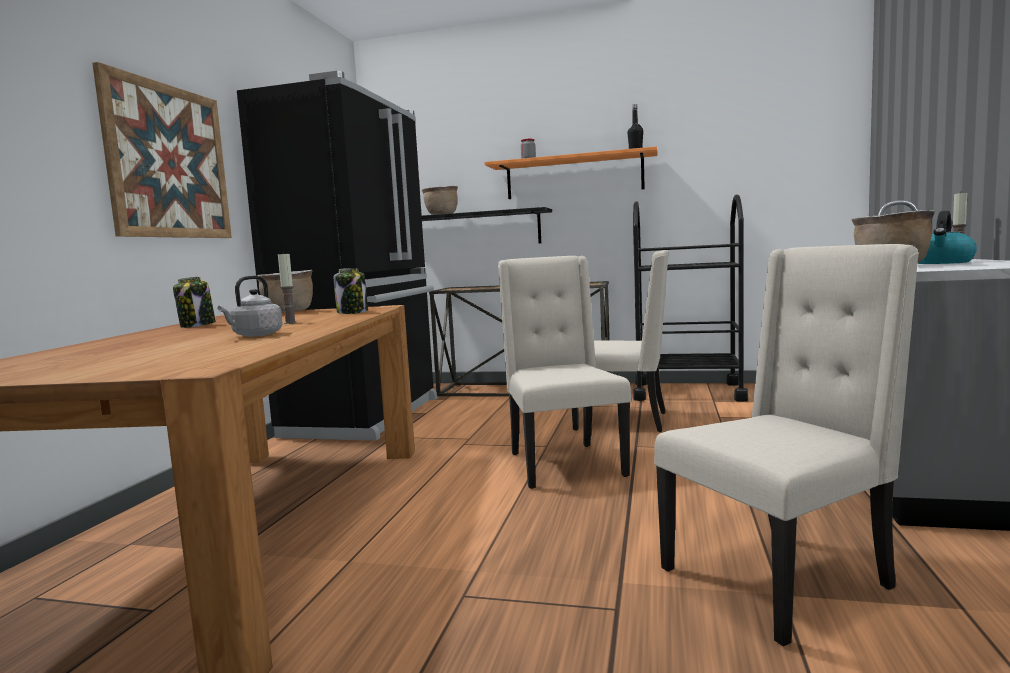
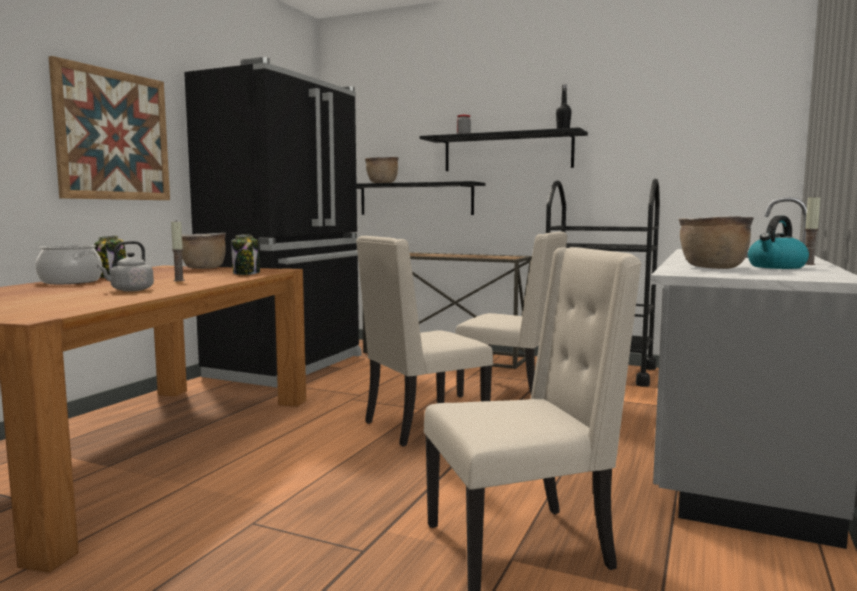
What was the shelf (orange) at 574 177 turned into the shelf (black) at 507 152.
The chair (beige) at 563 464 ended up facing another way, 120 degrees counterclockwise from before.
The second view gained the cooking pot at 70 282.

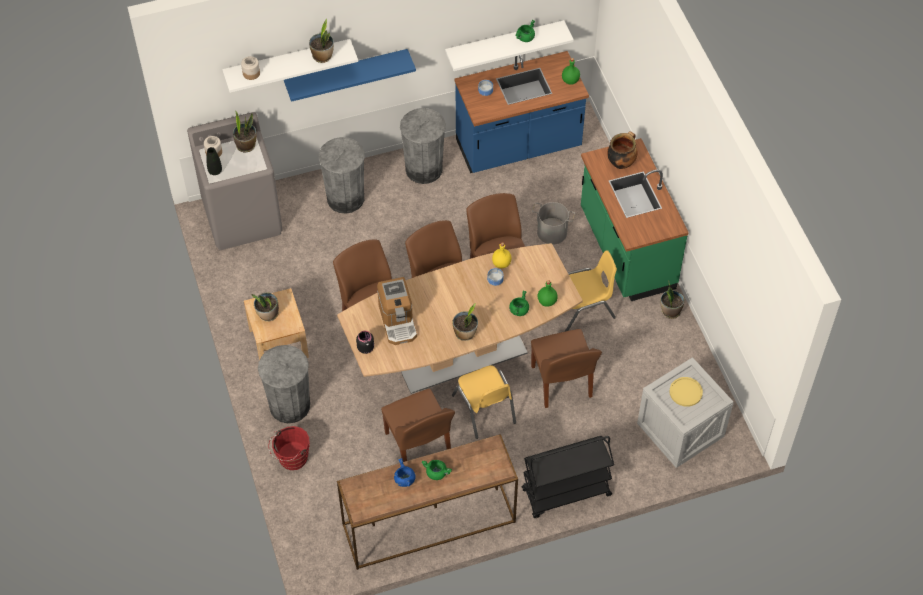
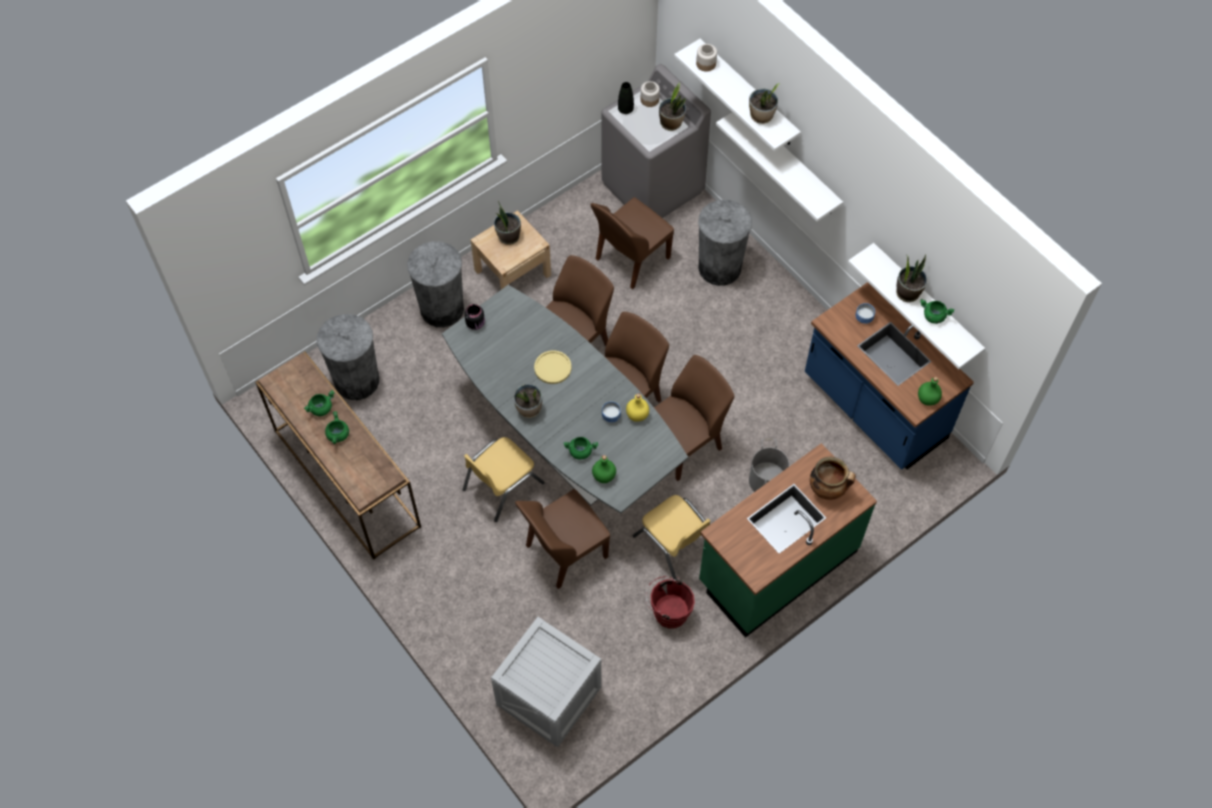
The bucket (red) ended up elsewhere, having gone from 291 459 to 668 611.
What was the shelf (blue) at 346 72 turned into the shelf (white) at 789 162.
What was the dining table (brown) at 460 353 turned into the dining table (grey) at 564 440.
The second view lost the coffee machine at 398 321.
The chair (brown) ended up elsewhere, having gone from 418 446 to 631 259.
What was the cooking pot (blue) at 404 479 turned into the cooking pot (green) at 321 408.
The trash can (grey) ended up elsewhere, having gone from 424 169 to 357 380.
The second view lost the cart (black) at 565 493.
The potted plant ended up elsewhere, having gone from 670 311 to 907 292.
The plate (yellow) ended up elsewhere, having gone from 685 392 to 552 368.

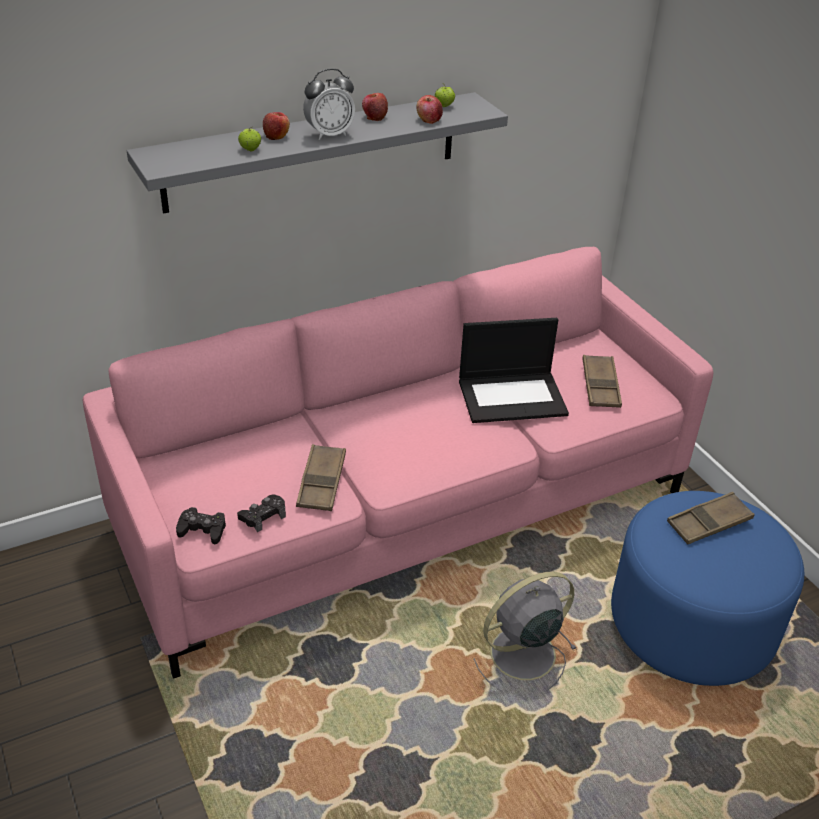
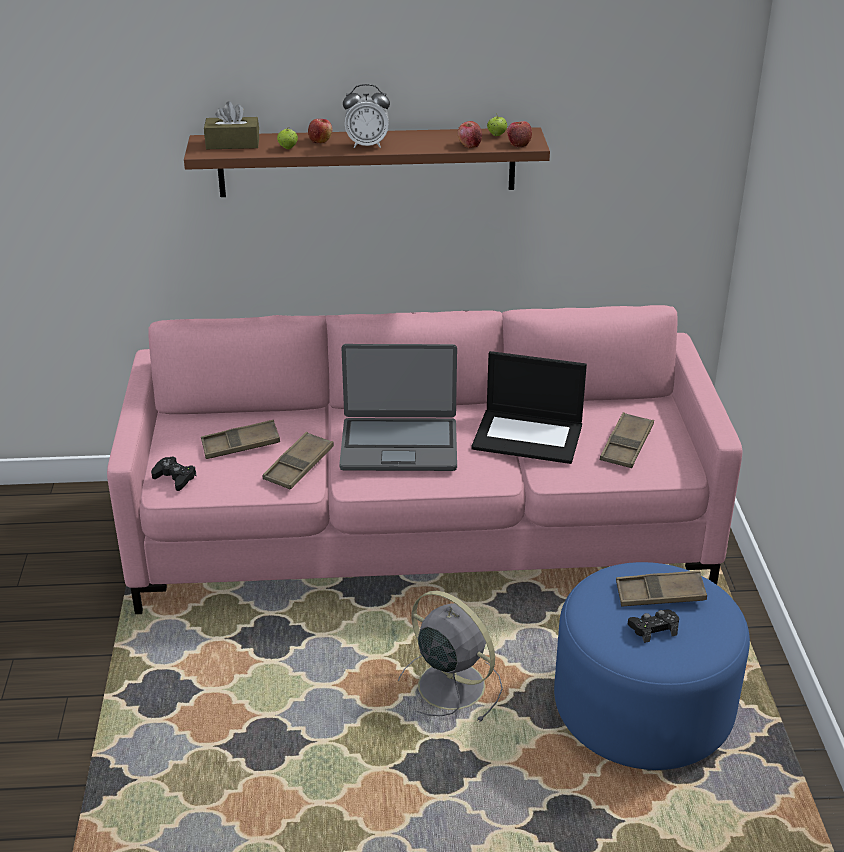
What was the shelf (grey) at 313 151 turned into the shelf (brown) at 367 162.
The game controller (black) ended up elsewhere, having gone from 263 516 to 653 629.
The apple ended up elsewhere, having gone from 374 117 to 518 143.
The fan (grey) at 519 655 ended up facing another way, 45 degrees clockwise from before.
The second view gained the tray (brown) at 240 445.
The second view gained the tissue box (brown) at 232 144.
The second view gained the laptop at 399 445.

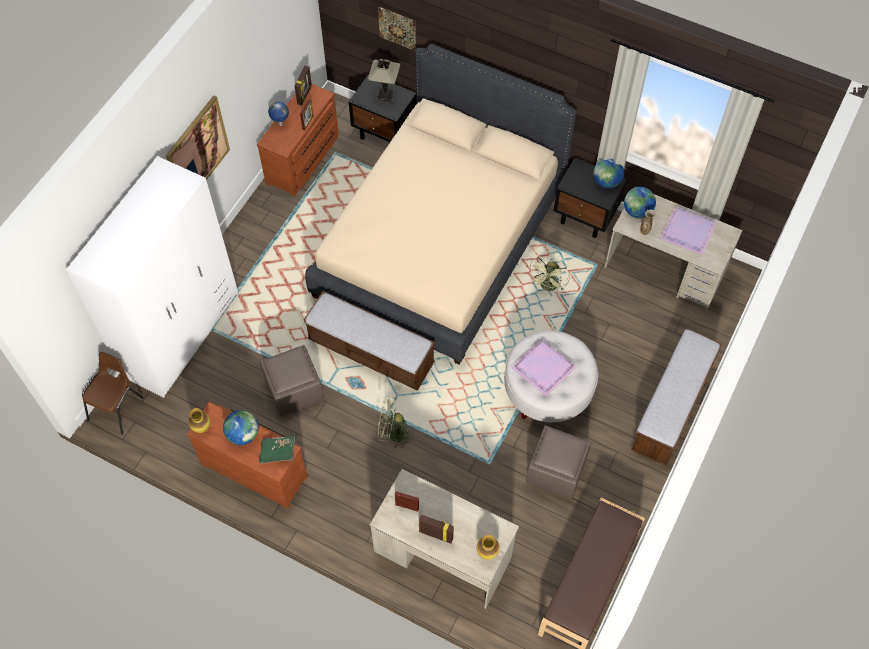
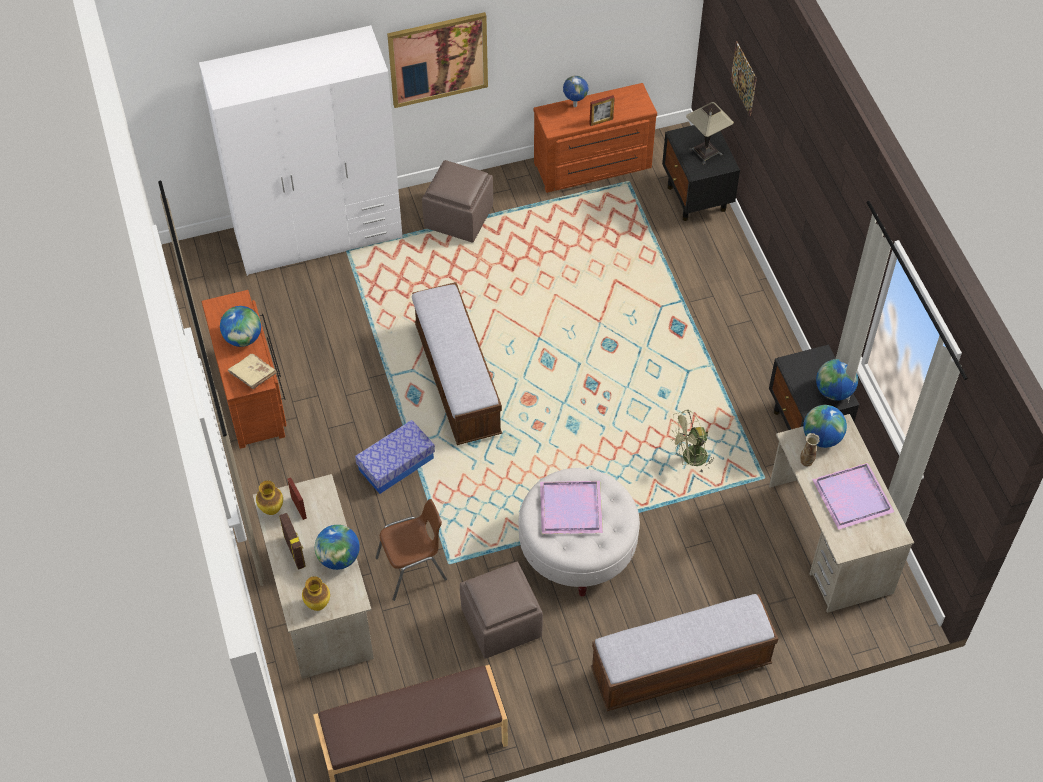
The chair (brown) ended up elsewhere, having gone from 117 408 to 413 569.
The vase ended up elsewhere, having gone from 202 428 to 272 510.
What was the book (green) at 278 452 turned into the book (beige) at 253 376.
The ottoman (brown) ended up elsewhere, having gone from 294 389 to 459 217.
The second view lost the picture frame at 305 95.
The second view lost the bed (beige) at 440 243.
Where the fan (green) stood at 393 433, the storage box came to stand at 396 464.
The second view gained the globe at 339 558.

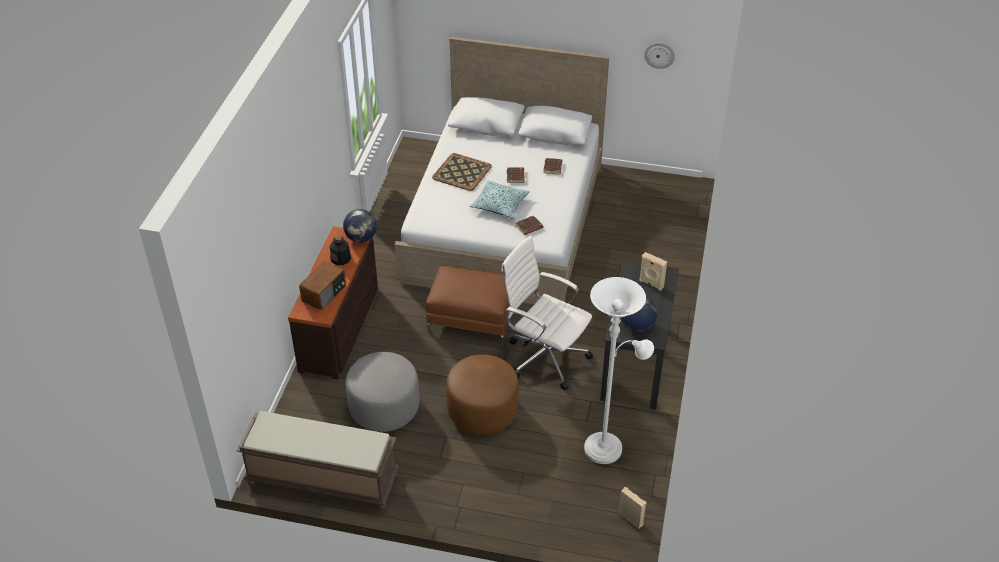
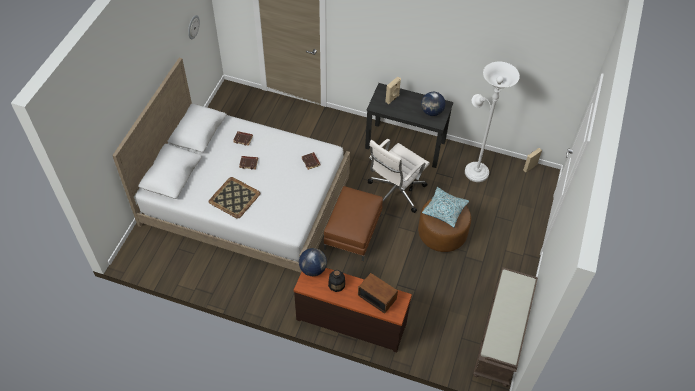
The second view lost the ottoman (grey) at 384 408.
The pillow ended up elsewhere, having gone from 500 204 to 444 210.

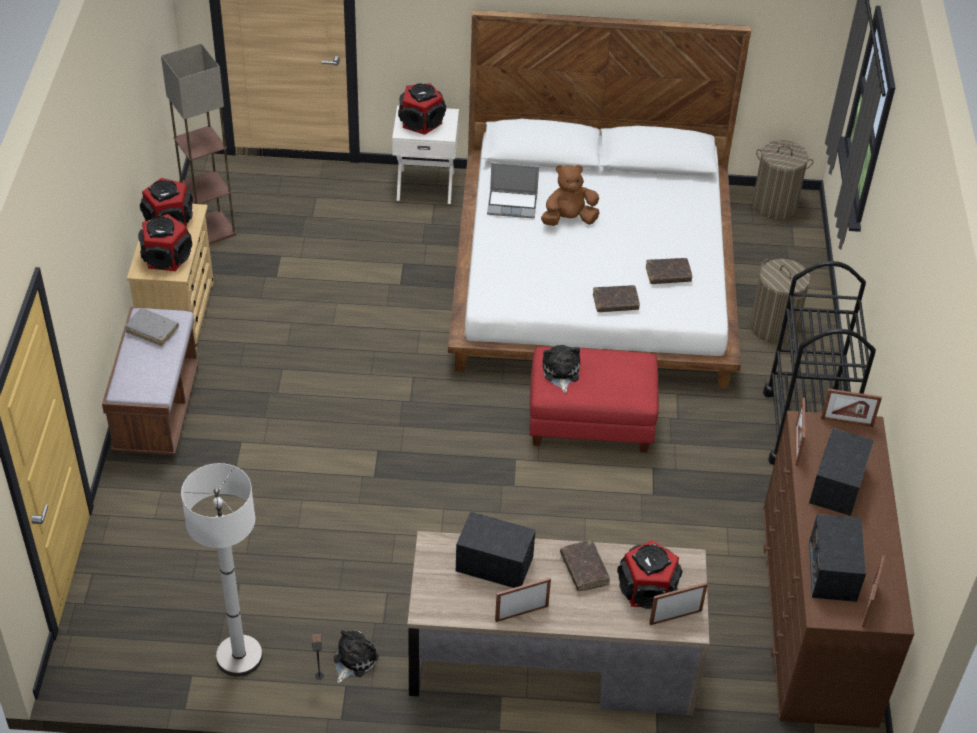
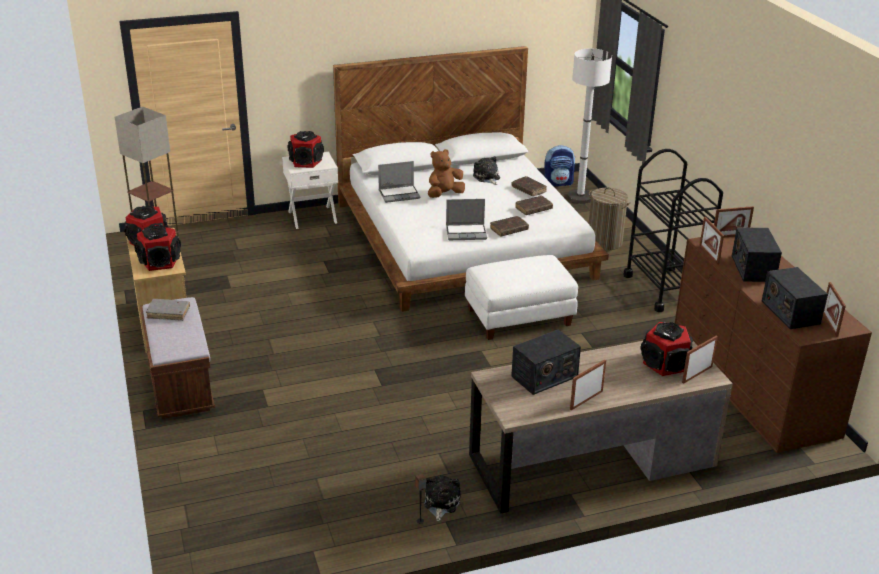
The floor lamp (white) ended up elsewhere, having gone from 239 657 to 580 197.
The radio at 495 564 ended up facing another way, 150 degrees clockwise from before.
What was the ottoman (red) at 591 420 turned into the ottoman (white) at 519 317.
The plush toy ended up elsewhere, having gone from 560 372 to 487 177.
The book (brown) ended up elsewhere, having gone from 584 569 to 528 190.
Where the laundry basket stood at 774 205, the backpack came to stand at 558 183.
The second view gained the laptop at 466 233.

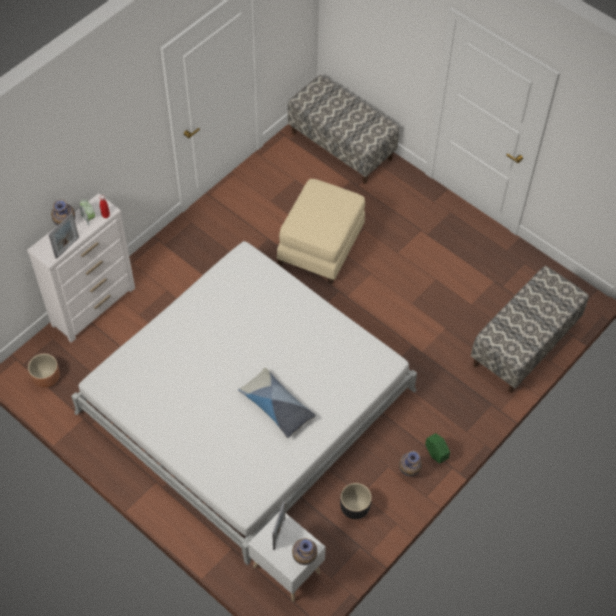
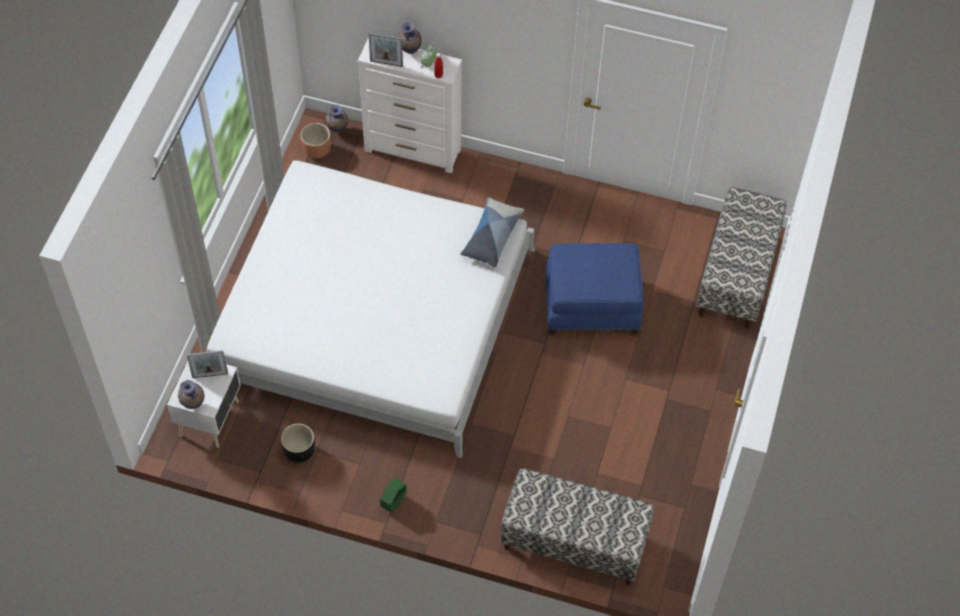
The pillow ended up elsewhere, having gone from 276 407 to 491 237.
What was the ottoman (beige) at 321 247 turned into the ottoman (blue) at 591 307.
The vase ended up elsewhere, having gone from 409 472 to 337 131.

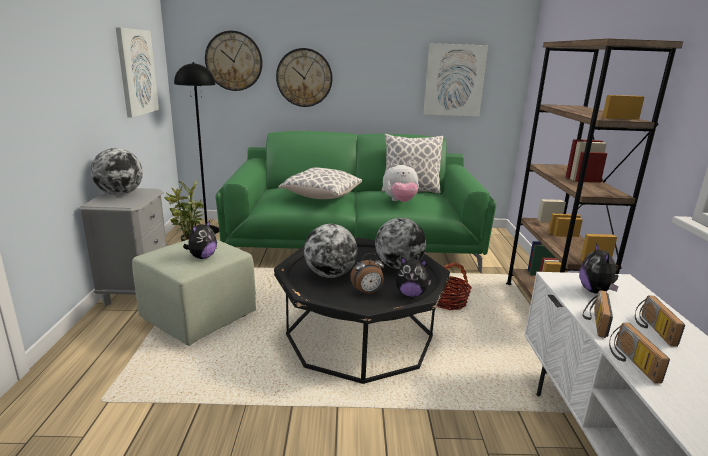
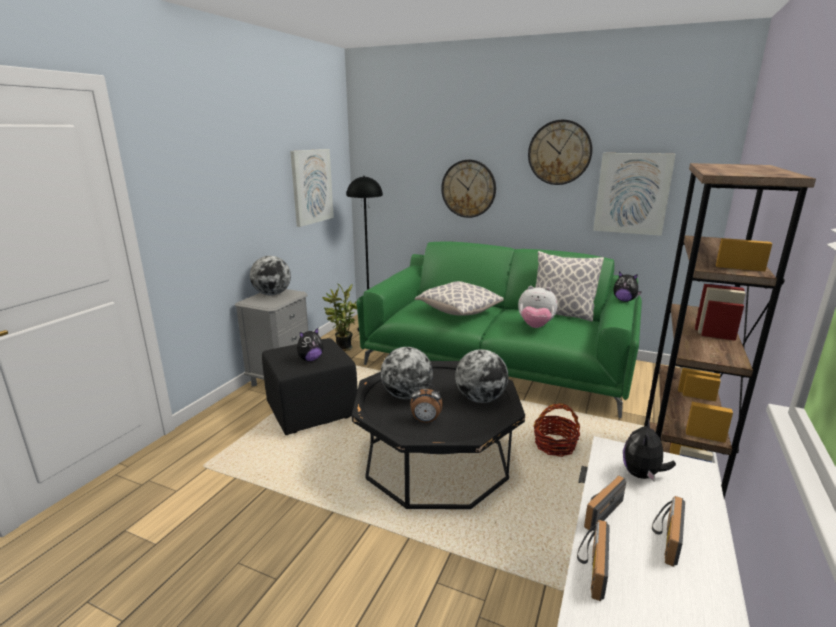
What was the ottoman (green) at 199 317 turned into the ottoman (black) at 313 411.
The wall clock ended up elsewhere, having gone from 234 61 to 559 152.
The plush toy ended up elsewhere, having gone from 411 294 to 624 300.

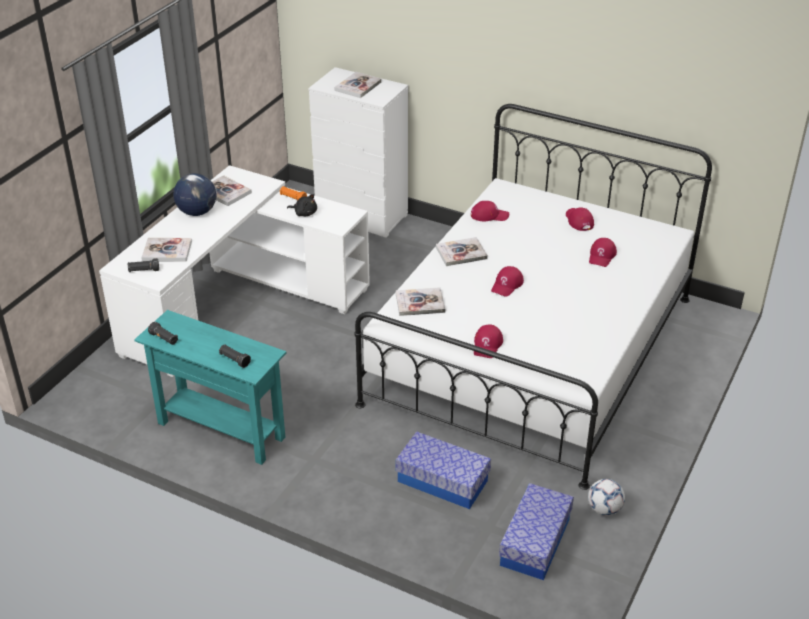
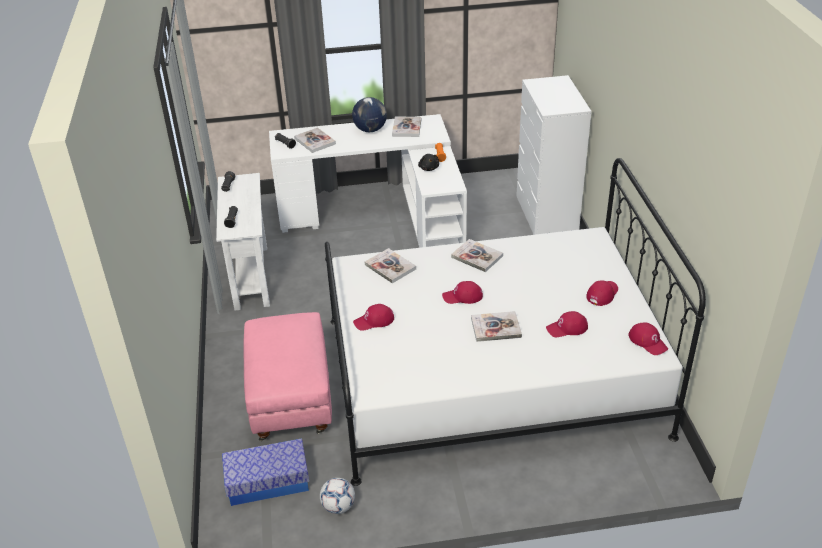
What was the console table (turquoise) at 221 430 turned into the console table (white) at 251 277.
The book ended up elsewhere, having gone from 358 86 to 496 328.
Where the storage box stood at 442 481, the ottoman (pink) came to stand at 292 401.
The cap (red) ended up elsewhere, having gone from 489 215 to 648 341.

